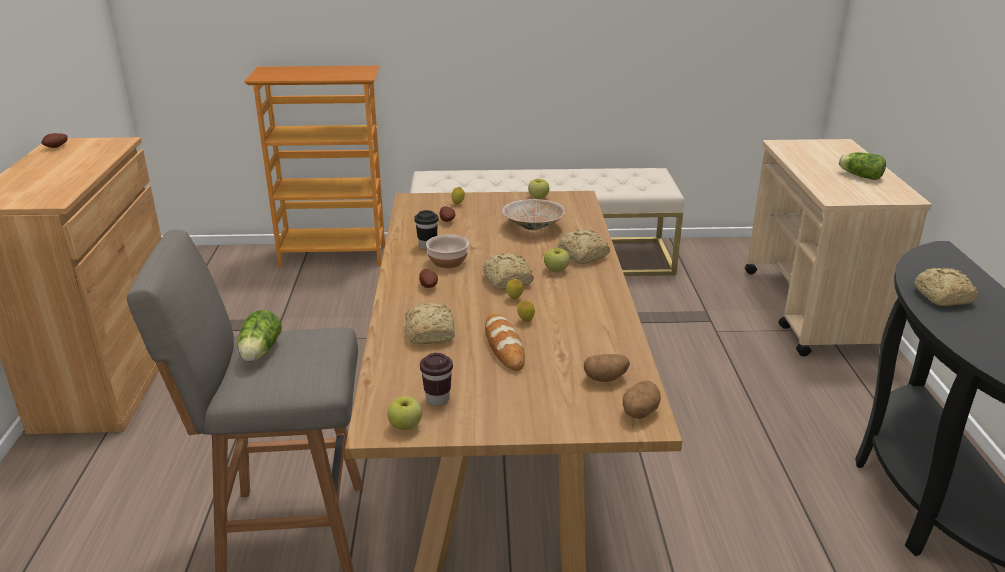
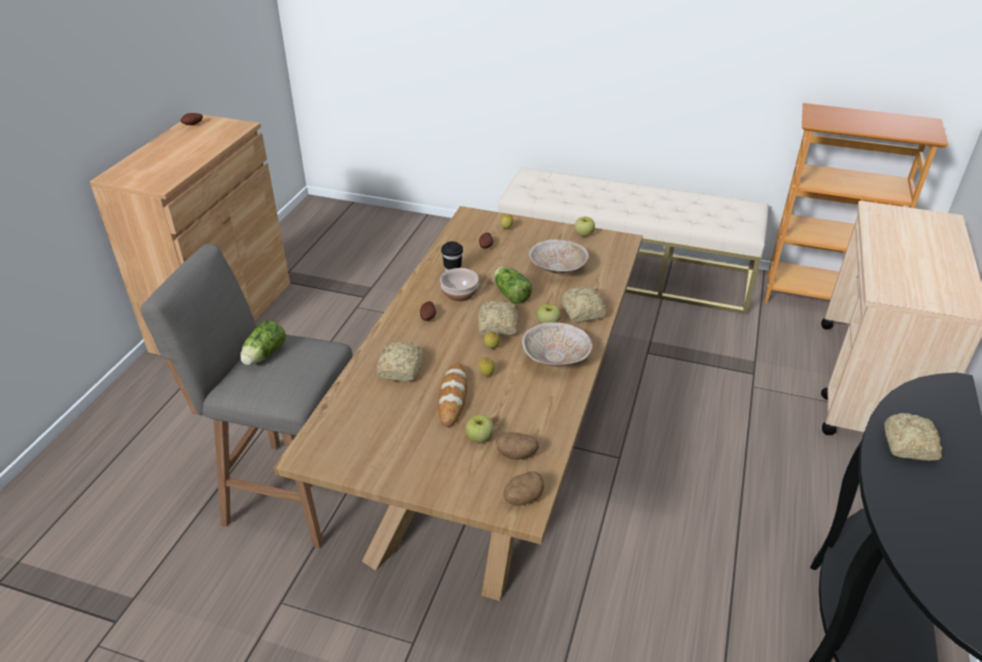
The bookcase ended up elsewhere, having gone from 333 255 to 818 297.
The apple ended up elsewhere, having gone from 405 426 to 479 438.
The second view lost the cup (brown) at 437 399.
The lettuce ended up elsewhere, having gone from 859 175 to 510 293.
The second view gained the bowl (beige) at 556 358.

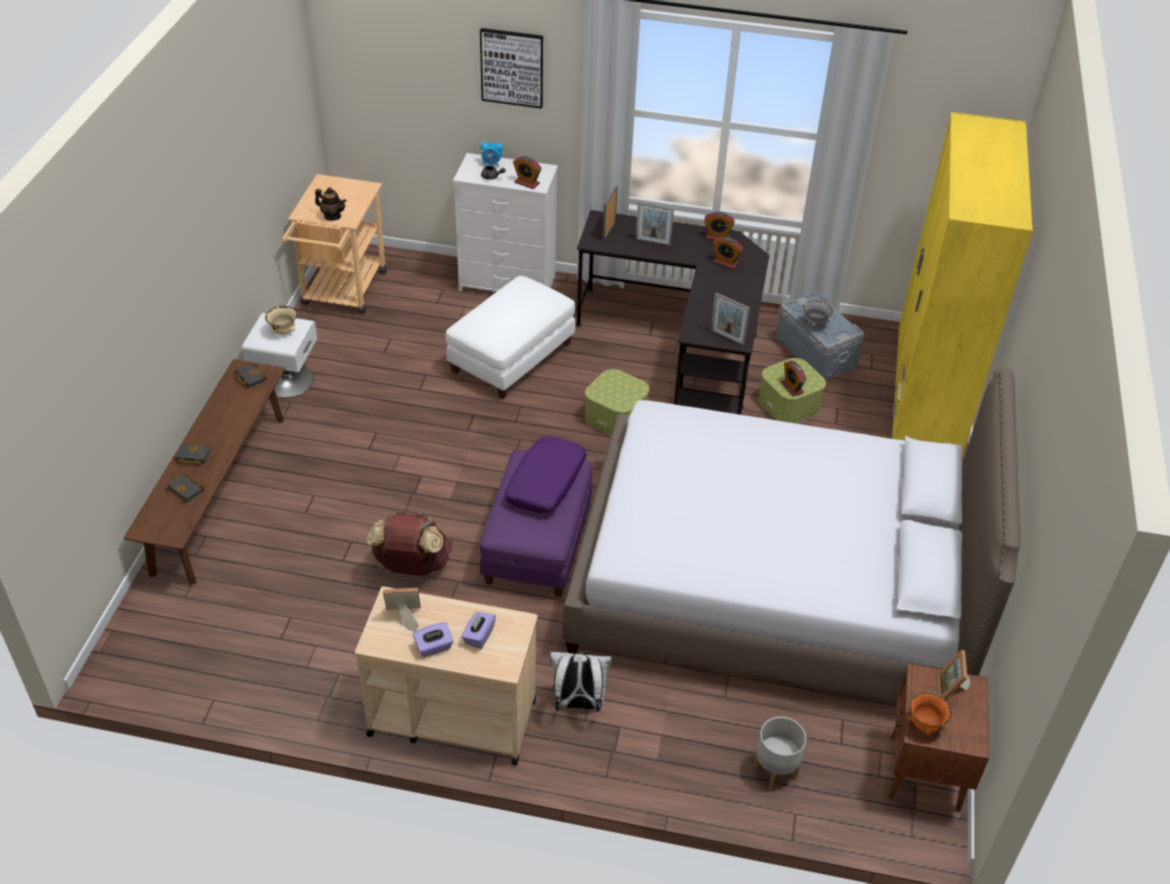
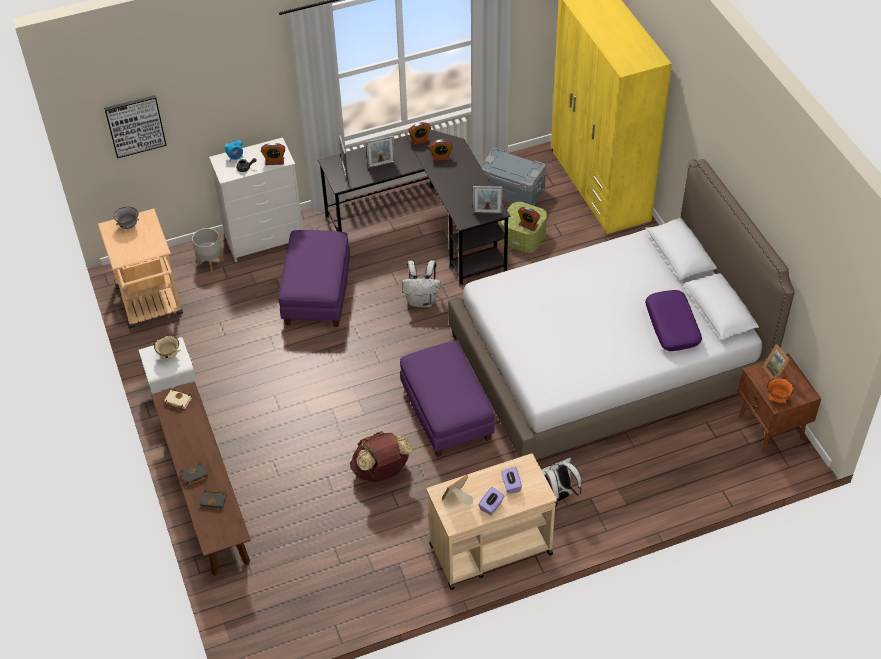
What was the book (black) at 249 378 turned into the book (beige) at 177 401.
The second view lost the teapot at 332 216.
What was the ottoman (white) at 512 357 turned into the ottoman (purple) at 317 293.
The picture ended up elsewhere, having gone from 512 67 to 135 125.
The pillow (purple) ended up elsewhere, having gone from 546 483 to 672 326.
Where the storage box stood at 615 416, the backpack (white) came to stand at 422 301.
The planter (grey) ended up elsewhere, having gone from 775 771 to 210 263.
The bowl (grey) ended up elsewhere, having gone from 814 325 to 128 226.

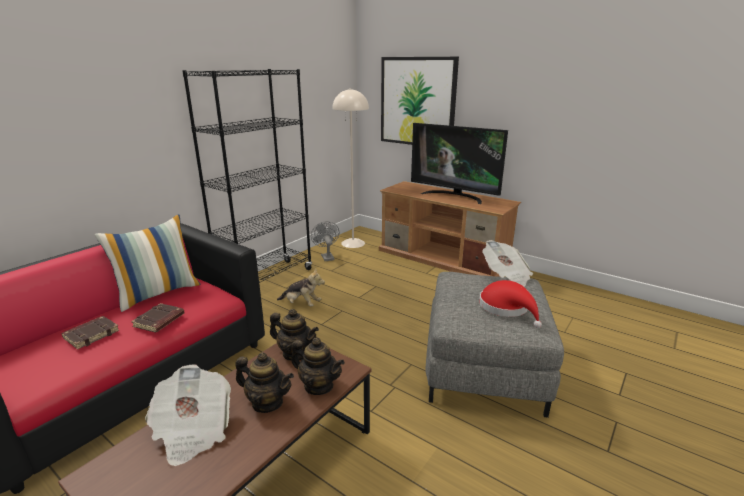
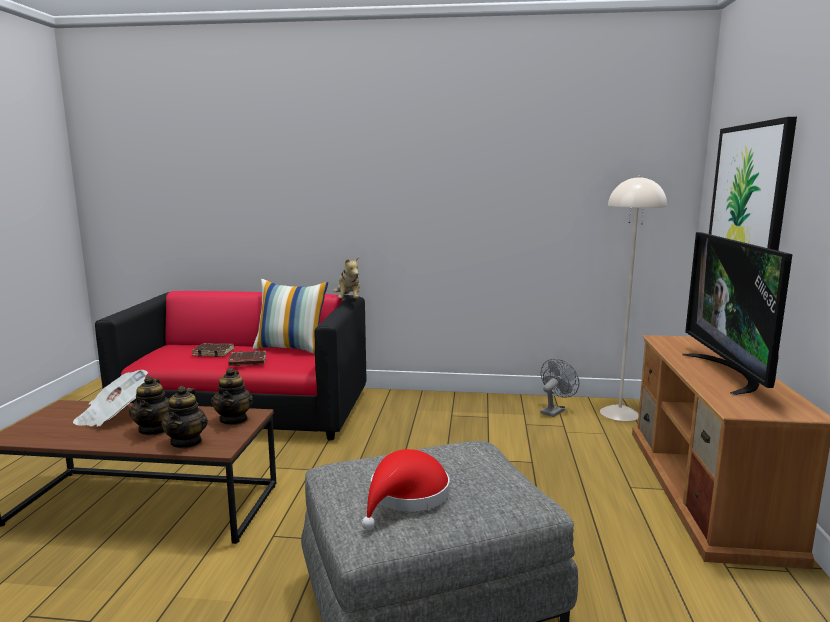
The second view lost the bookcase (black) at 267 280.
The plush toy ended up elsewhere, having gone from 301 304 to 348 300.
The second view lost the newspaper at 506 275.

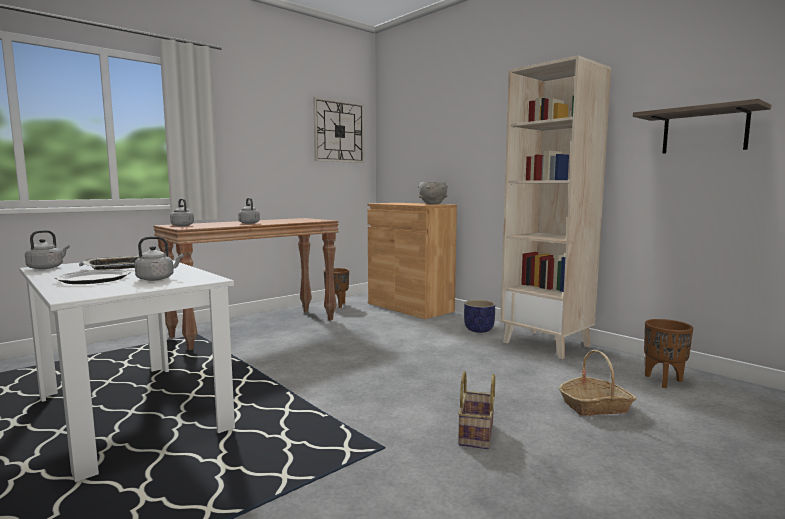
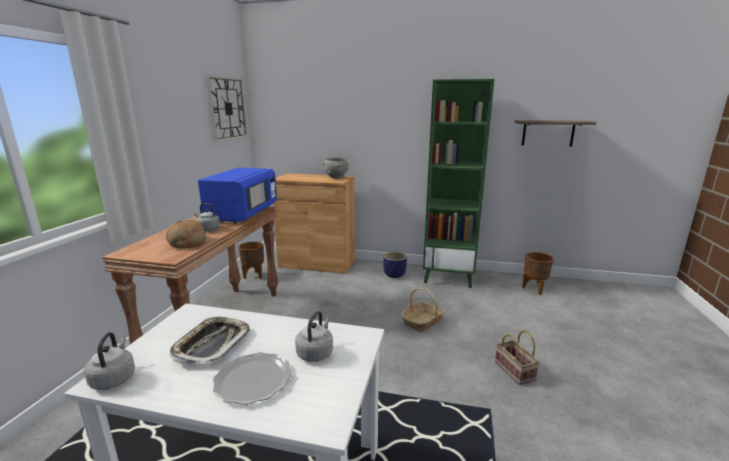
The second view lost the kettle (grey) at 182 225.
What was the bookcase (beige) at 547 344 turned into the bookcase (green) at 448 277.
The basket ended up elsewhere, having gone from 595 406 to 422 321.
The second view gained the bread at 187 242.
The second view gained the microwave (blue) at 242 214.

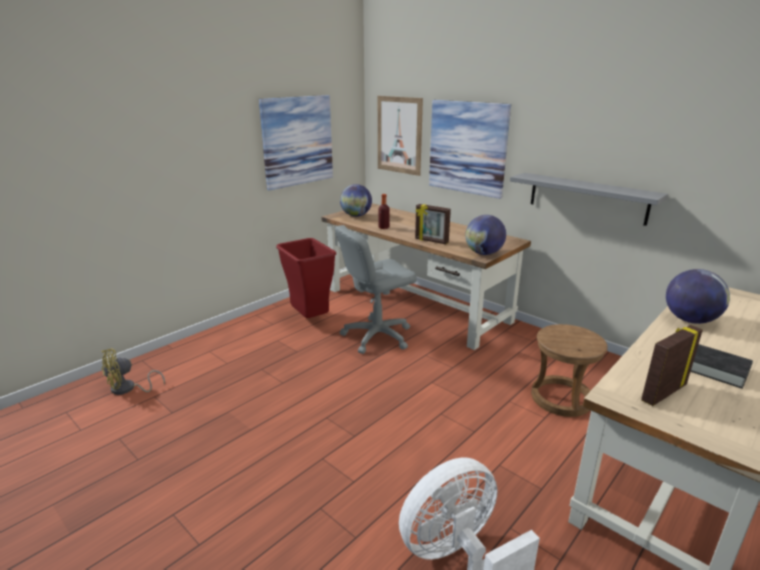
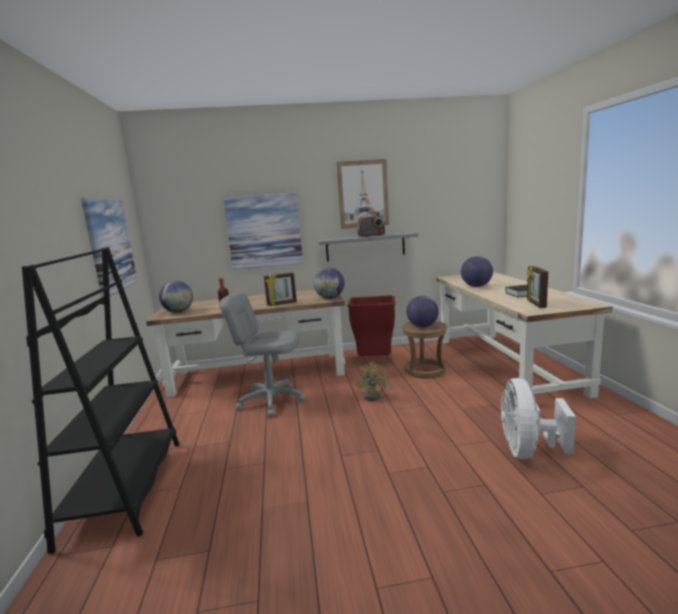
The fan (yellow) ended up elsewhere, having gone from 128 389 to 375 395.
The trash can (red) ended up elsewhere, having gone from 309 319 to 374 361.
The office chair (grey) at 377 336 ended up facing another way, 90 degrees clockwise from before.
The picture ended up elsewhere, having gone from 399 135 to 363 194.
The second view gained the bookcase (black) at 125 489.
The second view gained the radio at 371 236.
The second view gained the globe at 422 326.

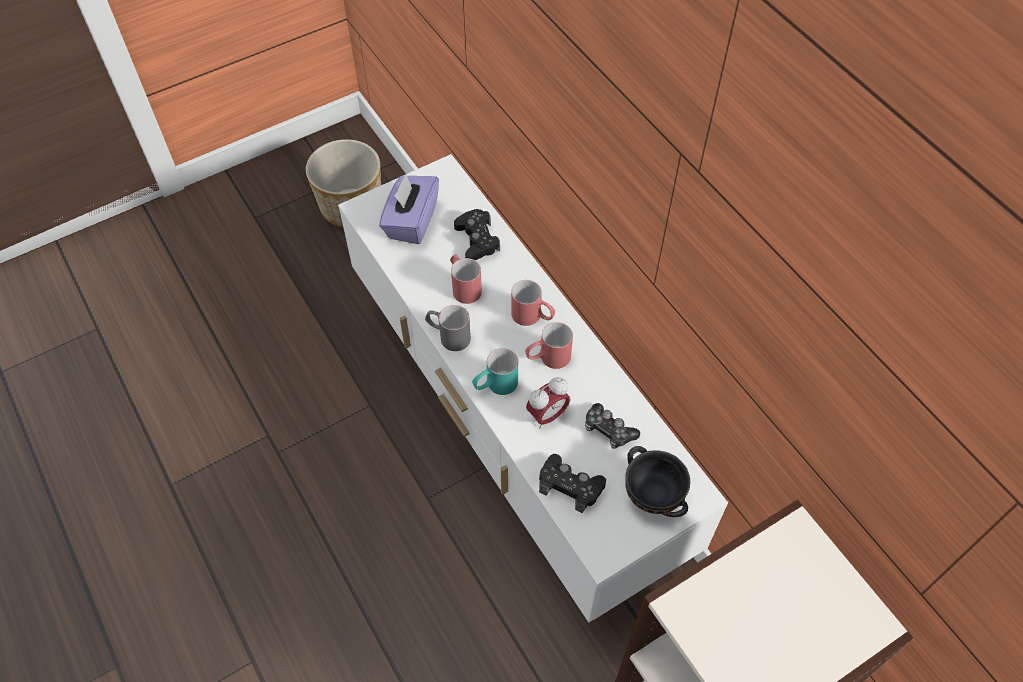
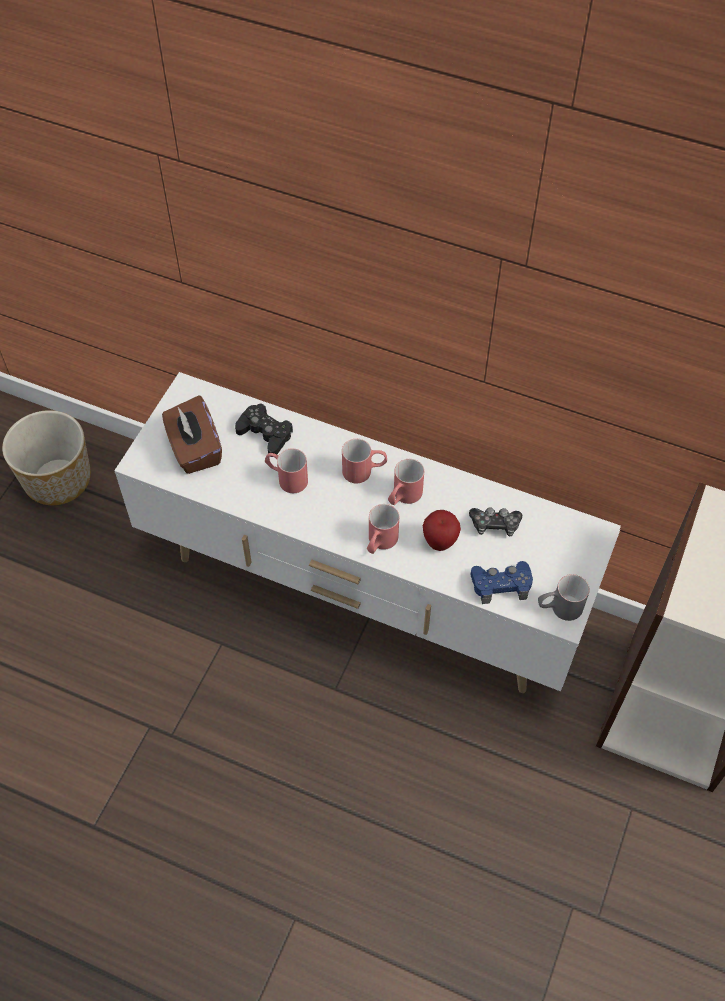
What was the tissue box (purple) at 411 222 turned into the tissue box (brown) at 194 449.
The mug (grey) ended up elsewhere, having gone from 448 336 to 559 608.
What was the mug (turquoise) at 495 385 turned into the mug (red) at 380 543.
Where the alarm clock stood at 547 415, the apple came to stand at 440 542.
What was the game controller (black) at 570 486 turned into the game controller (blue) at 501 584.
The second view lost the bowl (black) at 652 495.

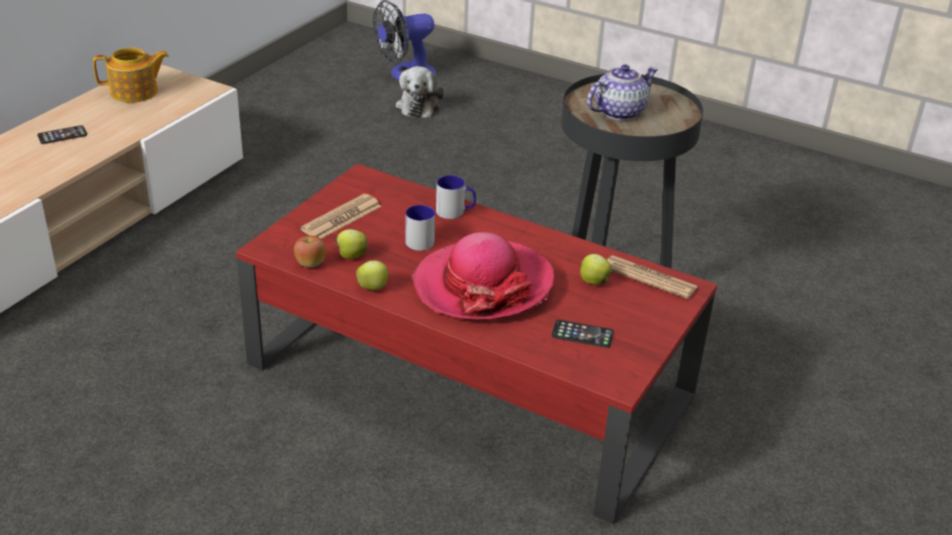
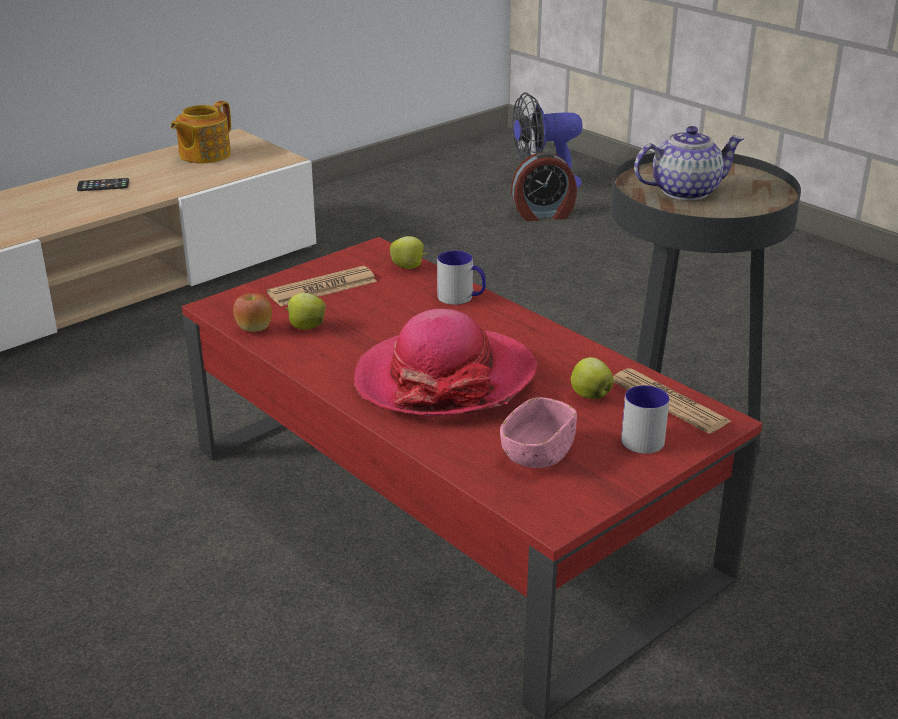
The teapot at 135 92 ended up facing another way, 120 degrees clockwise from before.
The apple ended up elsewhere, having gone from 373 288 to 409 267.
Where the plush toy stood at 418 106, the alarm clock came to stand at 543 214.
The mug ended up elsewhere, having gone from 421 239 to 646 437.
Where the phone stood at 582 334, the bowl (pink) came to stand at 537 453.

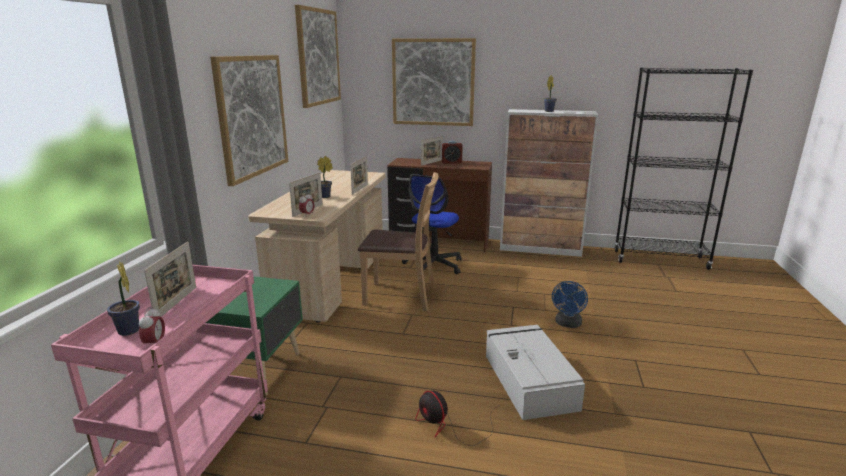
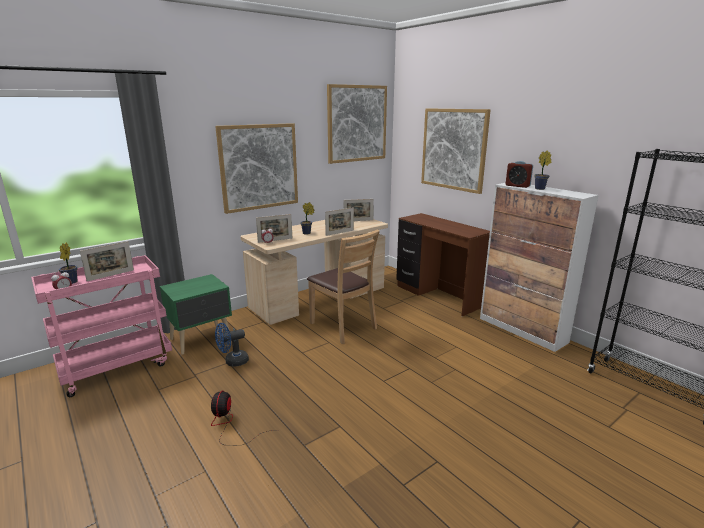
The second view lost the office chair at 433 265.
The picture frame ended up elsewhere, having gone from 431 162 to 358 220.
The alarm clock ended up elsewhere, having gone from 451 162 to 517 186.
The second view lost the storage box (grey) at 529 380.
The fan (blue) ended up elsewhere, having gone from 567 324 to 233 361.

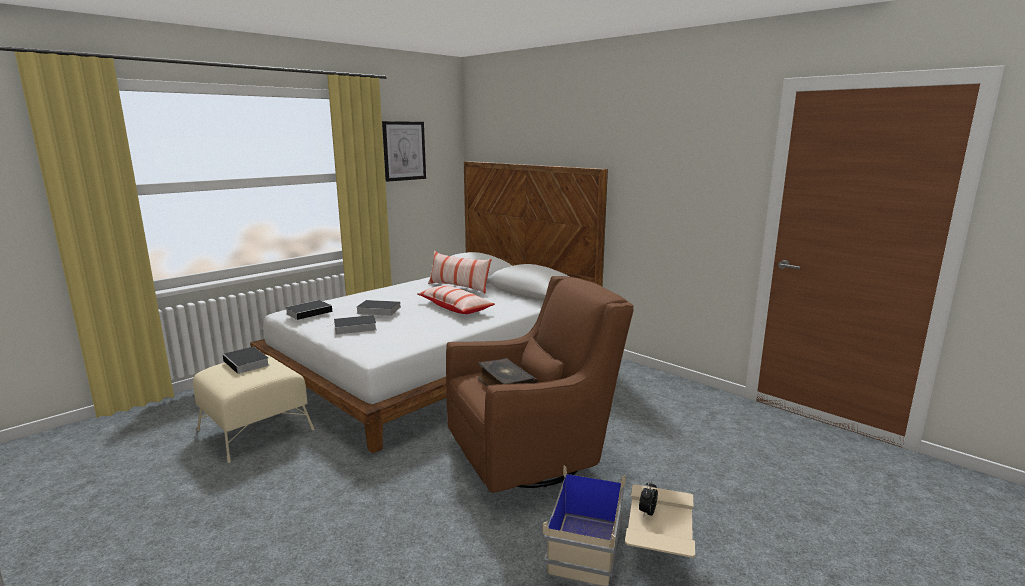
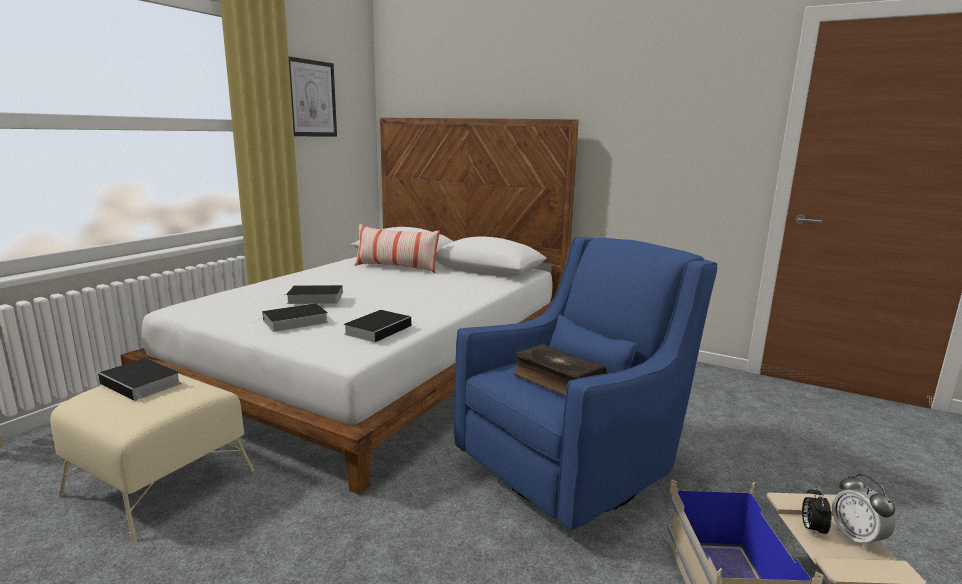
The book ended up elsewhere, having gone from 310 312 to 379 329.
The second view lost the pillow at 455 308.
What was the armchair (brown) at 534 456 turned into the armchair (blue) at 575 468.
The second view gained the alarm clock at 856 538.

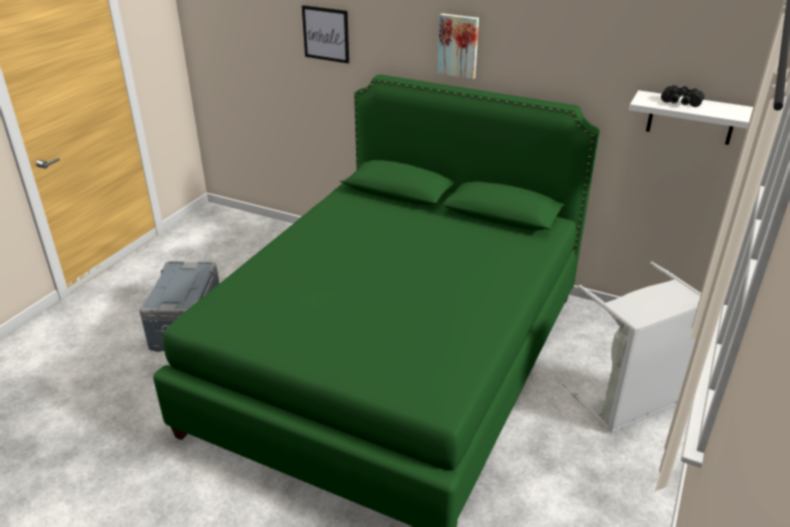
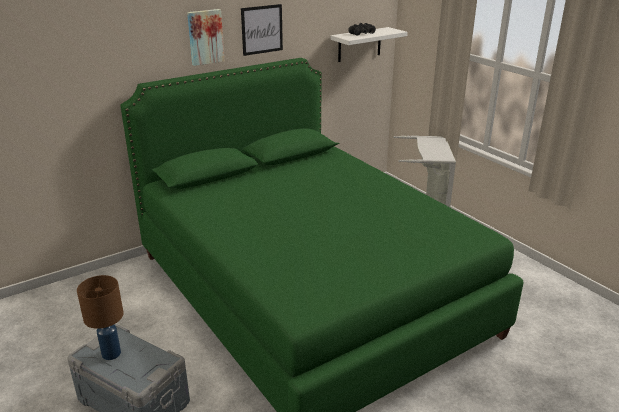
The picture ended up elsewhere, having gone from 326 34 to 262 29.
The second view gained the table lamp (brown) at 110 354.

